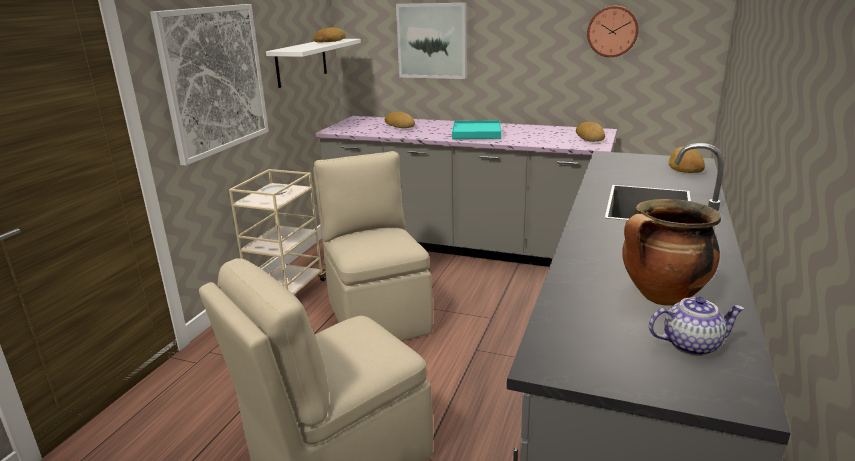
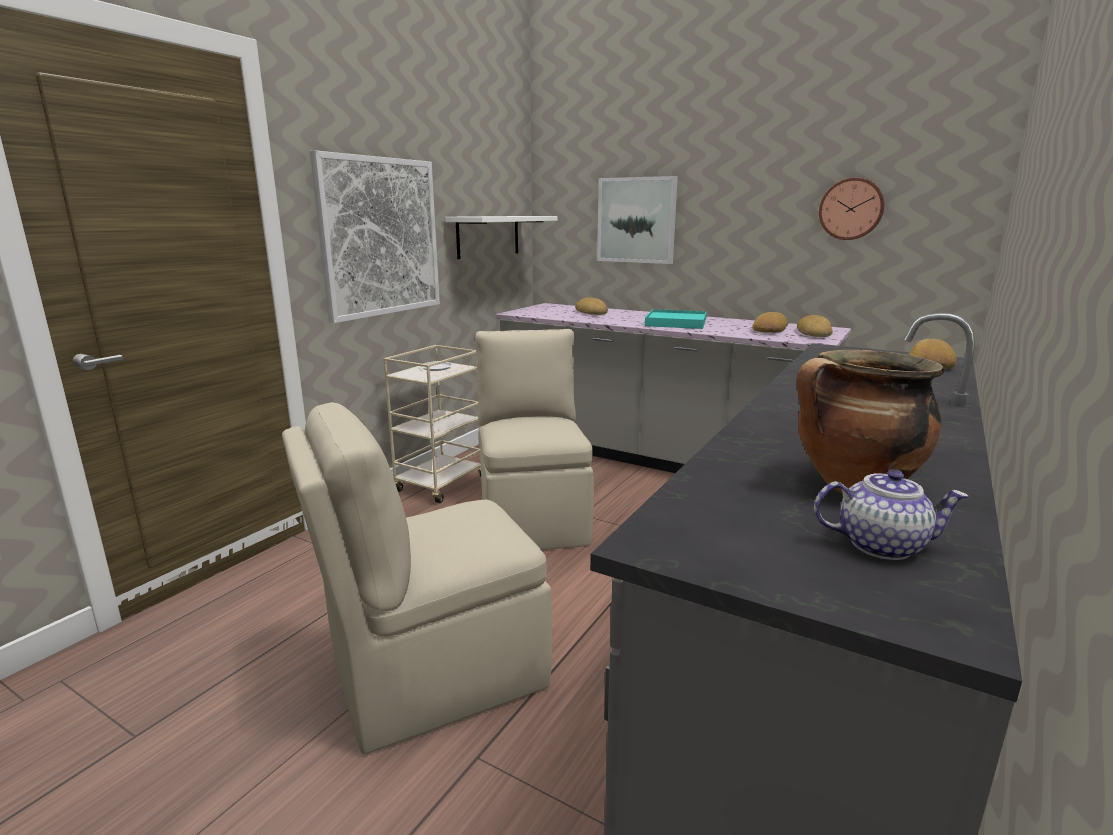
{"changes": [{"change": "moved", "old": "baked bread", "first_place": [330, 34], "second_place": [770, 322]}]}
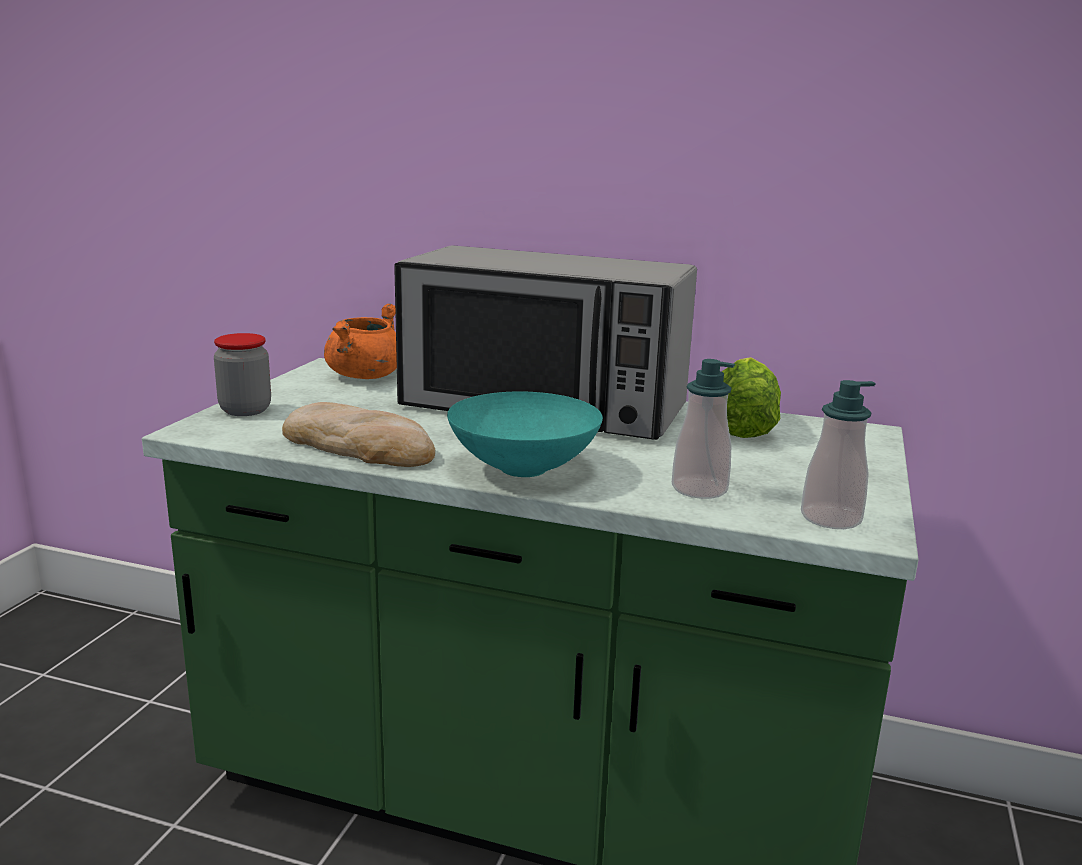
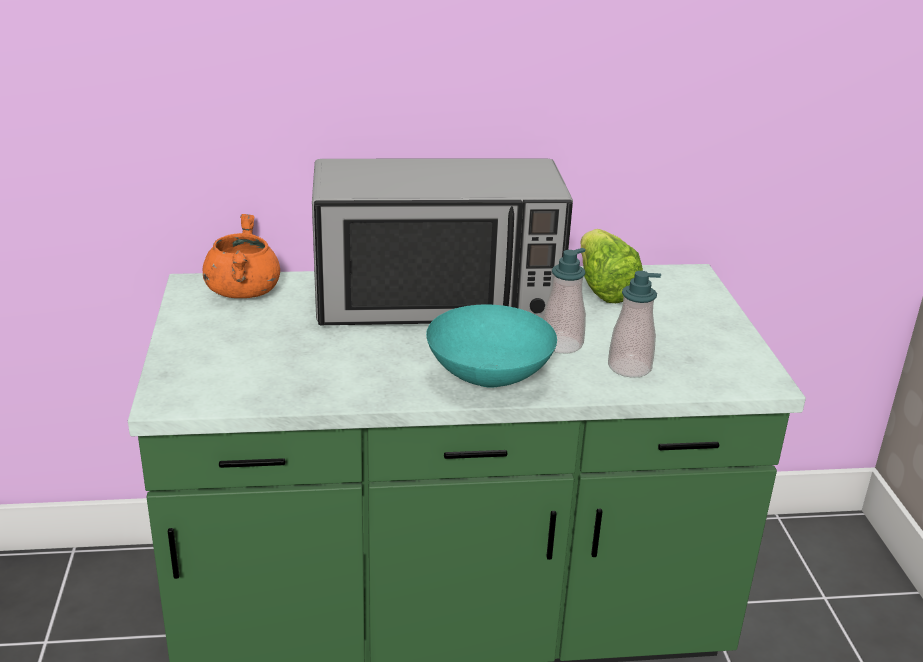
{"changes": [{"change": "removed", "old": "preserve jar", "first_place": [242, 374]}, {"change": "removed", "old": "baked bread", "first_place": [358, 434]}, {"change": "moved", "old": "soap dispenser", "first_place": [838, 454], "second_place": [564, 300]}]}
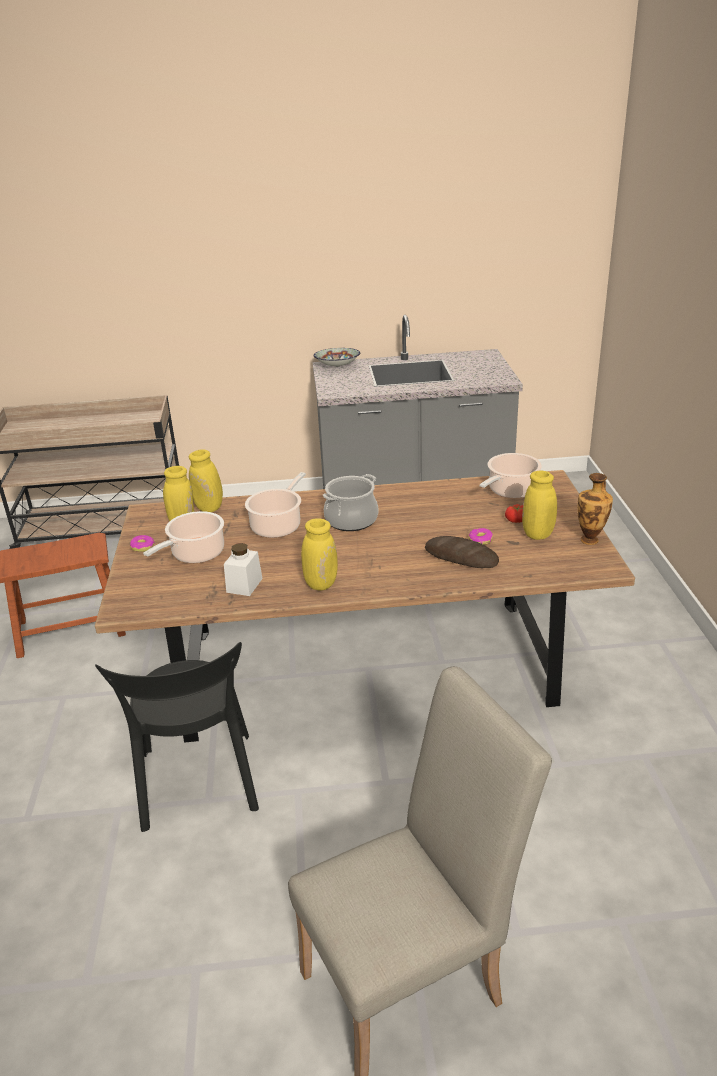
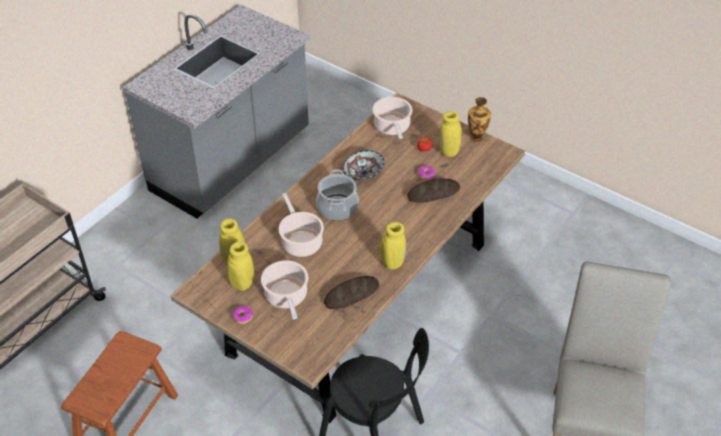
{"changes": [{"change": "replaced", "old": "preserve jar in whitish", "new": "baked bread", "first_place": [243, 569], "second_place": [351, 292]}, {"change": "moved", "old": "bowl", "first_place": [337, 357], "second_place": [363, 165]}]}
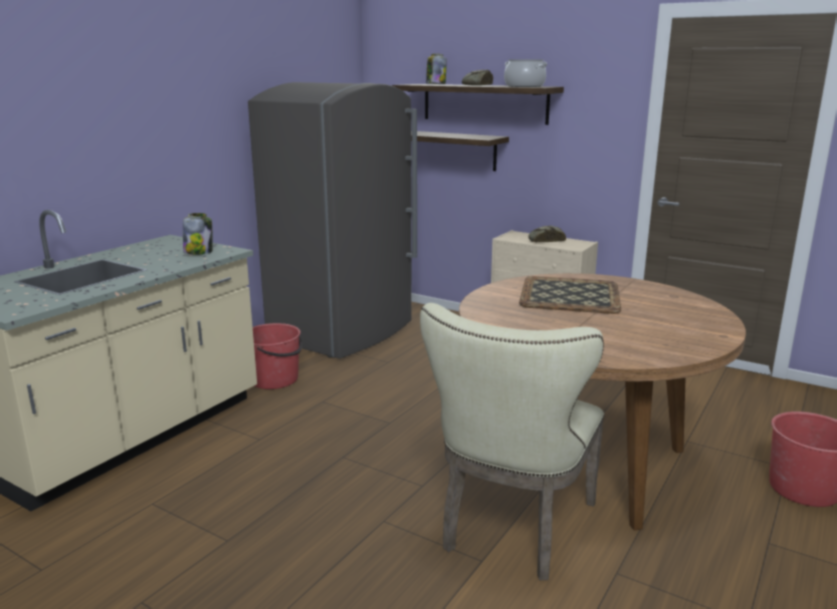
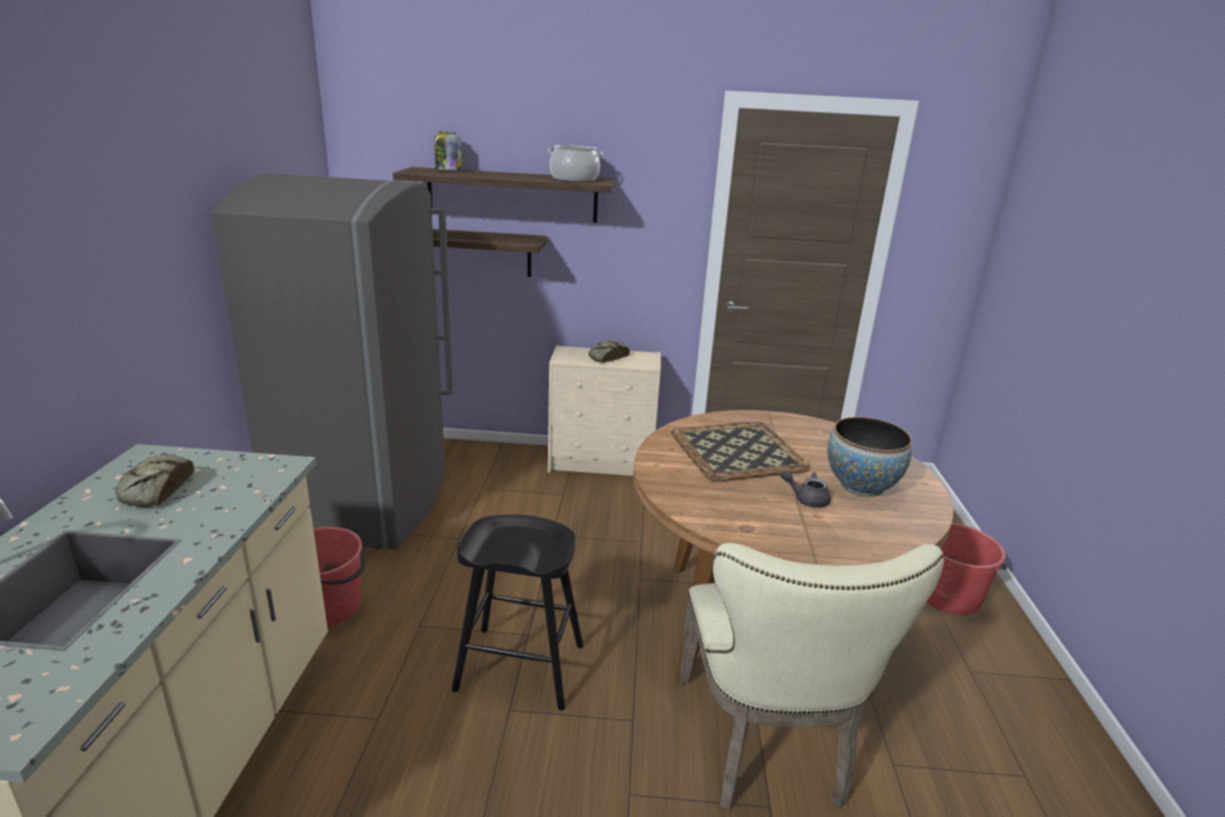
{"changes": [{"change": "removed", "old": "preserve jar", "first_place": [198, 234]}, {"change": "moved", "old": "baked bread", "first_place": [477, 78], "second_place": [155, 480]}, {"change": "added", "new": "stool in black-coloured", "second_place": [517, 613]}, {"change": "added", "new": "pot for tea in gray", "second_place": [806, 488]}, {"change": "added", "new": "bowl", "second_place": [869, 457]}]}
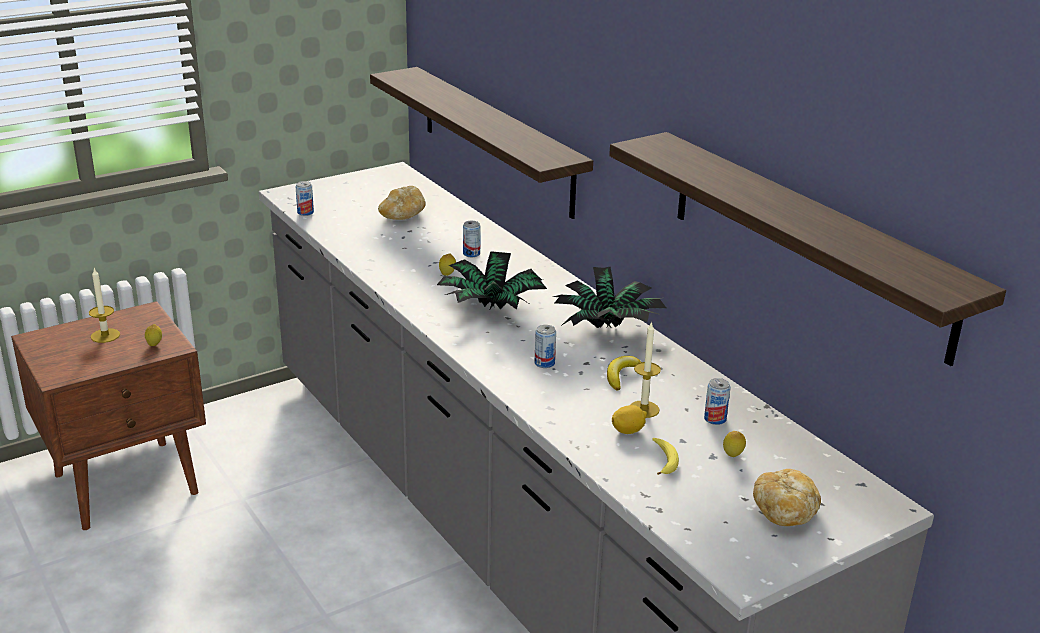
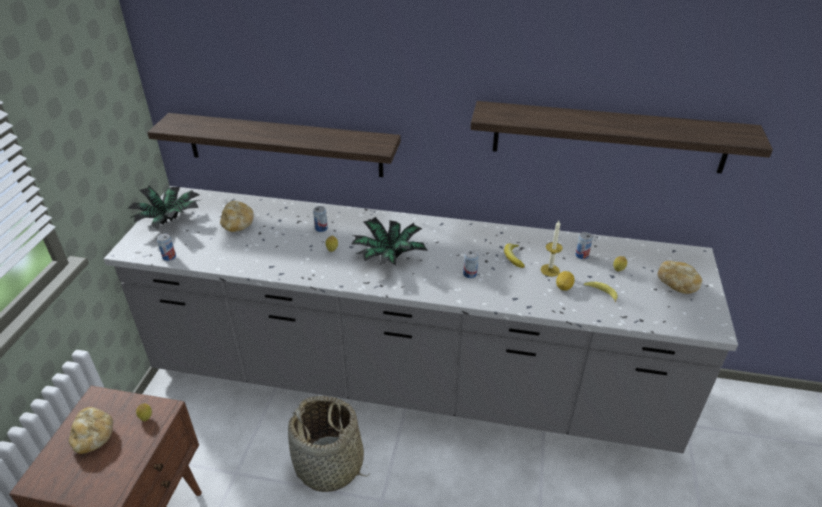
{"changes": [{"change": "replaced", "old": "wax light", "new": "baked bread", "first_place": [104, 305], "second_place": [91, 430]}, {"change": "moved", "old": "houseplant", "first_place": [610, 297], "second_place": [164, 208]}, {"change": "added", "new": "storage basket", "second_place": [328, 444]}]}
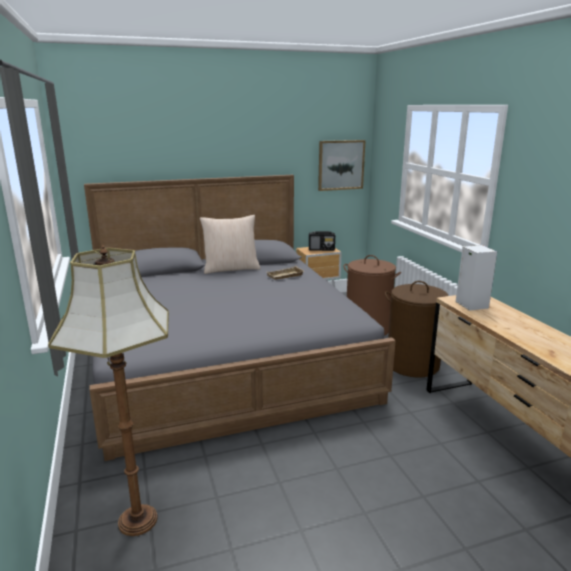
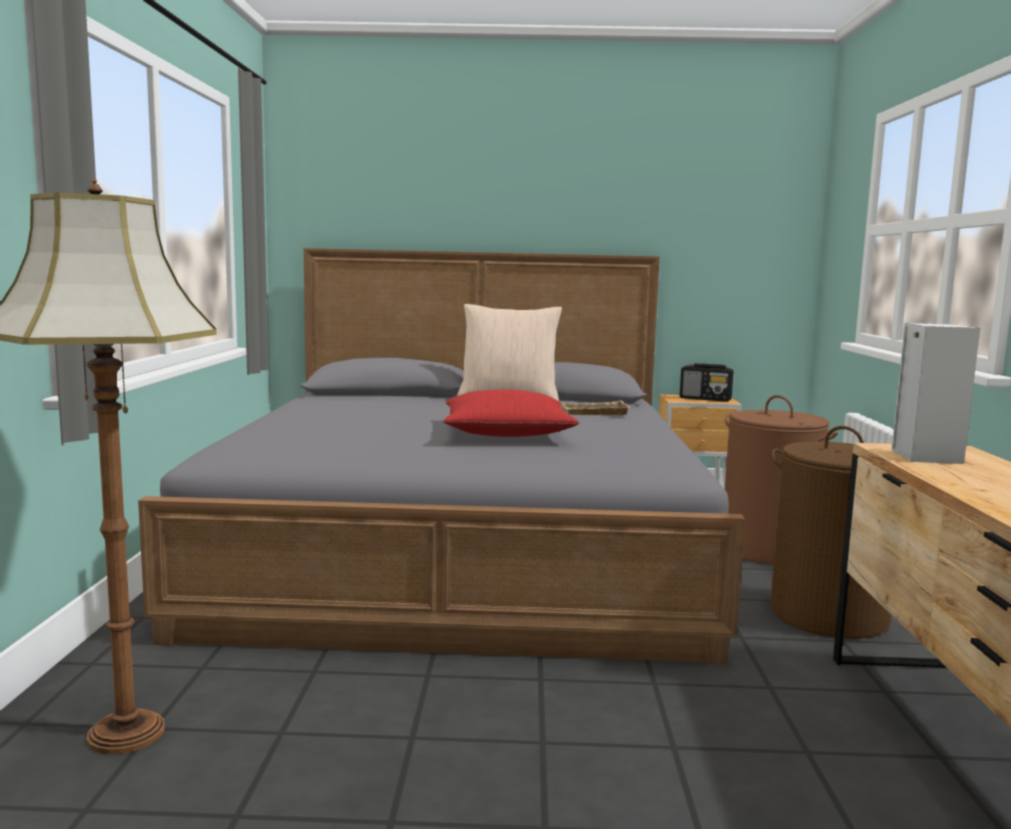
{"changes": [{"change": "removed", "old": "wall picture", "first_place": [342, 165]}, {"change": "added", "new": "cushion in red-coloured", "second_place": [511, 413]}]}
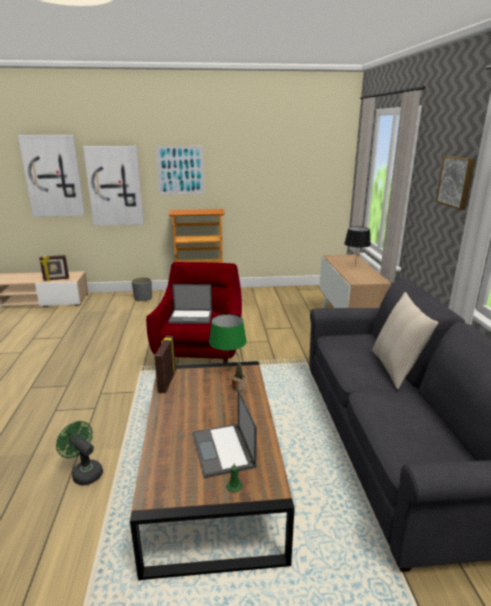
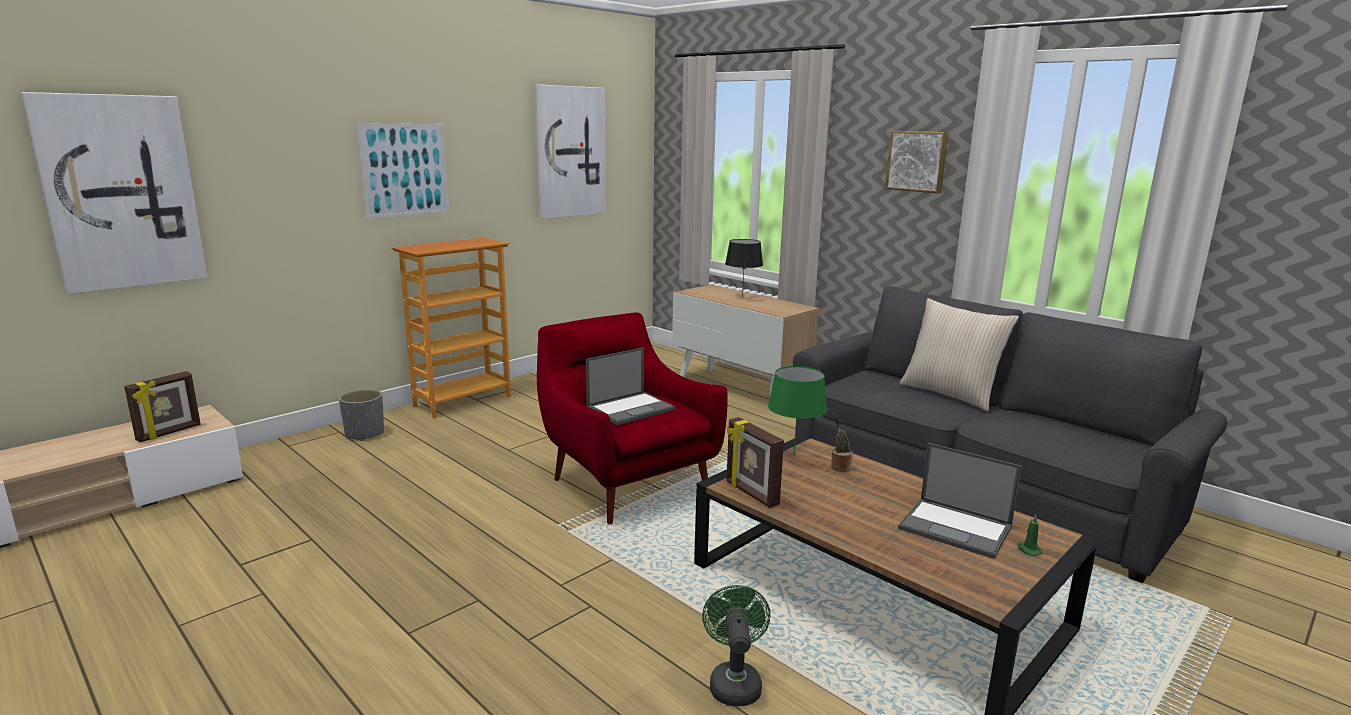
{"changes": [{"change": "turned", "old": "fan in green", "first_place": [79, 453], "second_place": [736, 646], "degrees": 90}, {"change": "moved", "old": "wall picture", "first_place": [113, 186], "second_place": [570, 151]}]}
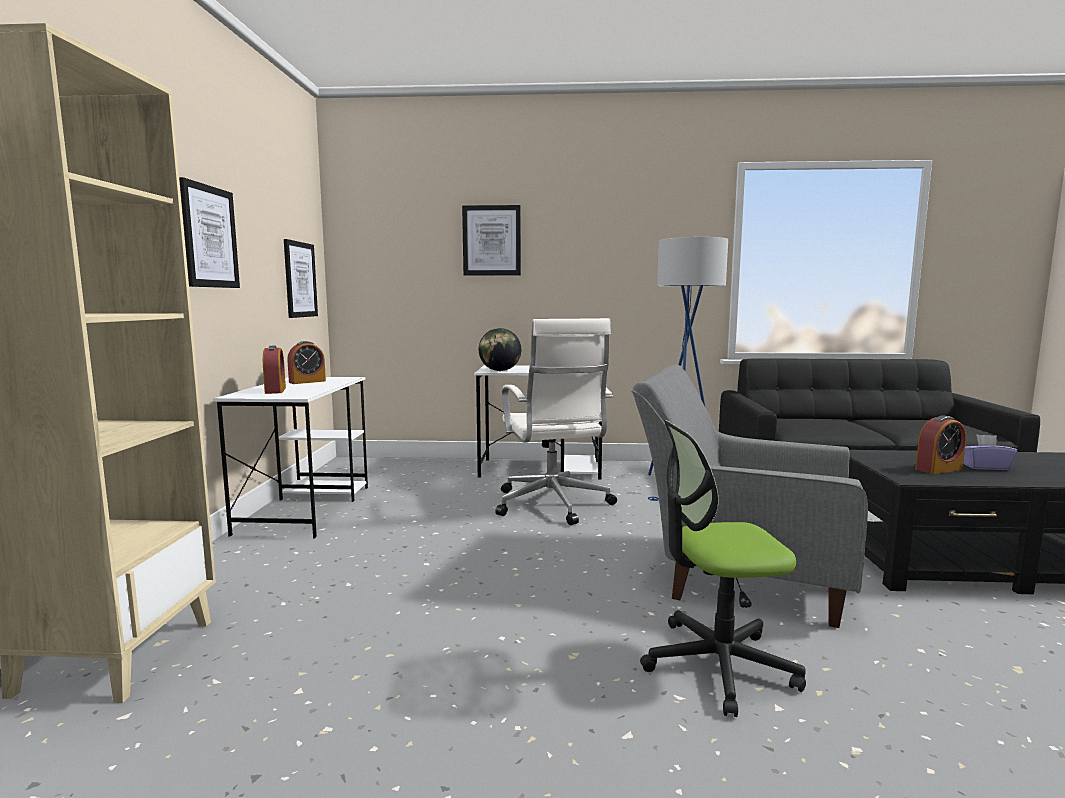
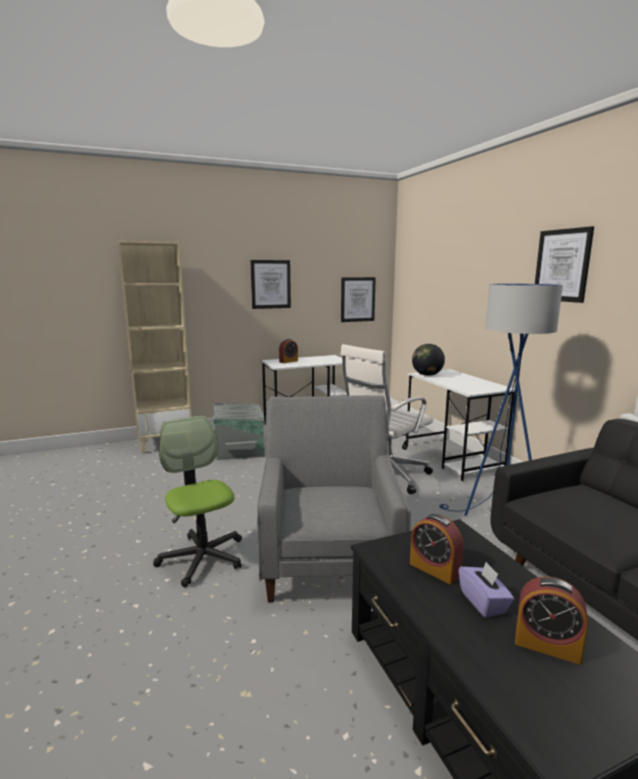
{"changes": [{"change": "moved", "old": "table clock", "first_place": [306, 362], "second_place": [551, 620]}, {"change": "moved", "old": "wall picture", "first_place": [491, 240], "second_place": [564, 264]}, {"change": "added", "new": "storage container in gray", "second_place": [239, 431]}]}
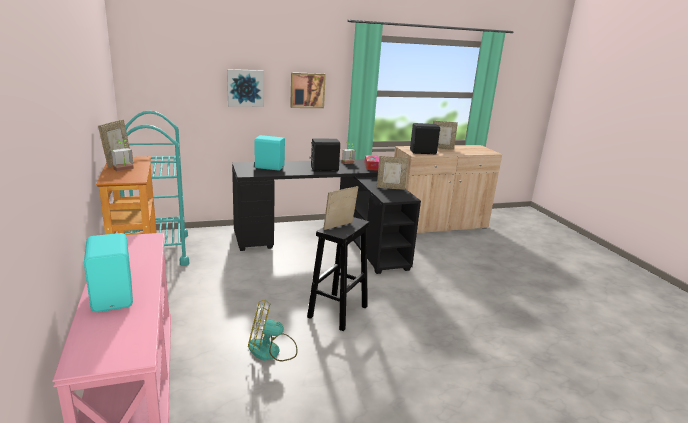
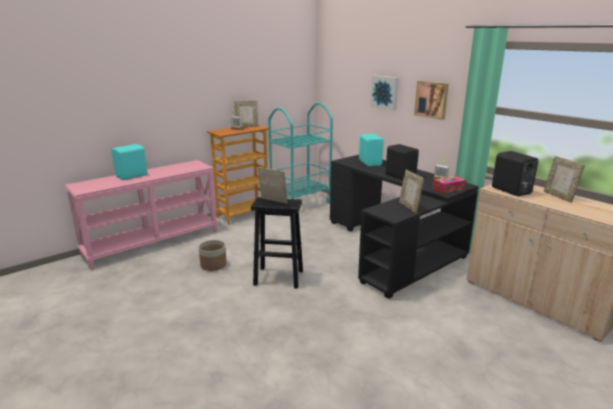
{"changes": [{"change": "replaced", "old": "fan", "new": "planter", "first_place": [273, 330], "second_place": [213, 255]}]}
